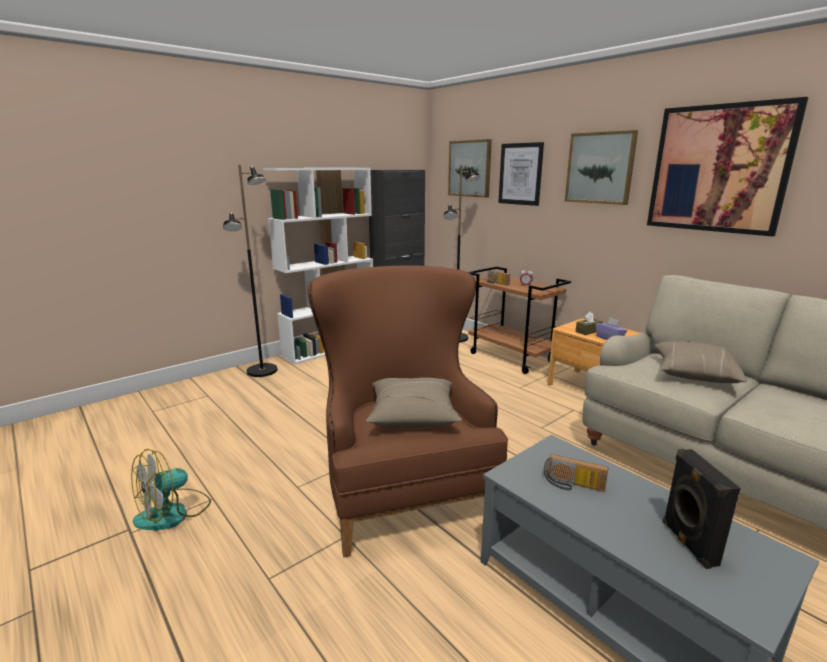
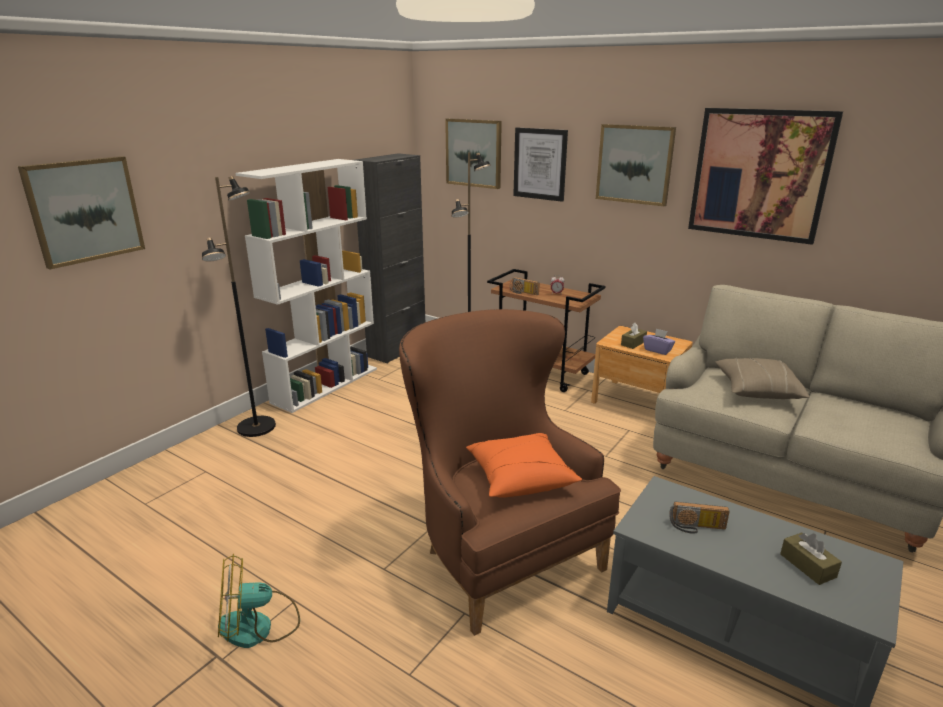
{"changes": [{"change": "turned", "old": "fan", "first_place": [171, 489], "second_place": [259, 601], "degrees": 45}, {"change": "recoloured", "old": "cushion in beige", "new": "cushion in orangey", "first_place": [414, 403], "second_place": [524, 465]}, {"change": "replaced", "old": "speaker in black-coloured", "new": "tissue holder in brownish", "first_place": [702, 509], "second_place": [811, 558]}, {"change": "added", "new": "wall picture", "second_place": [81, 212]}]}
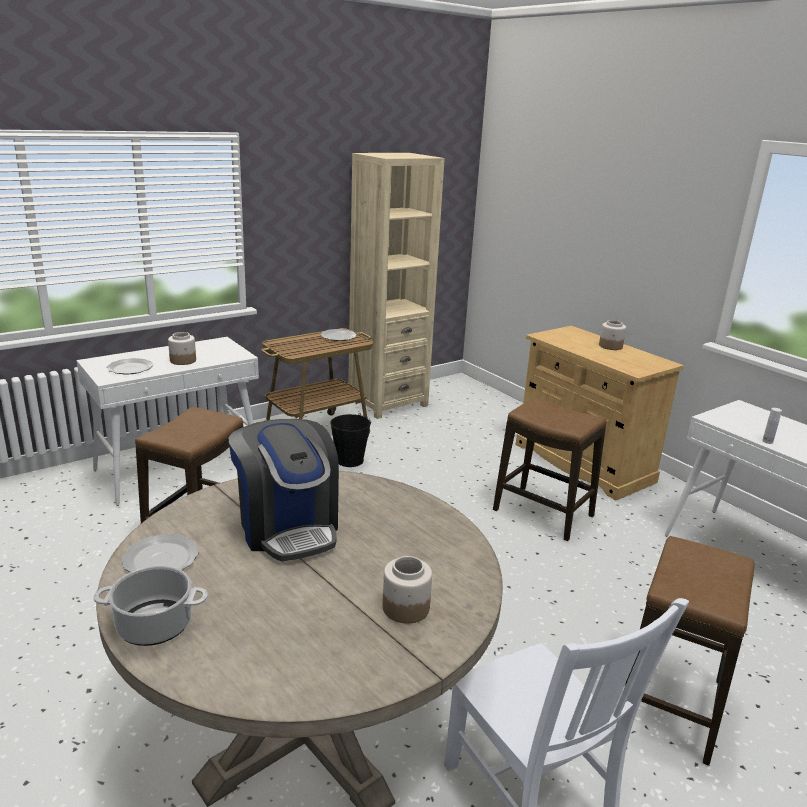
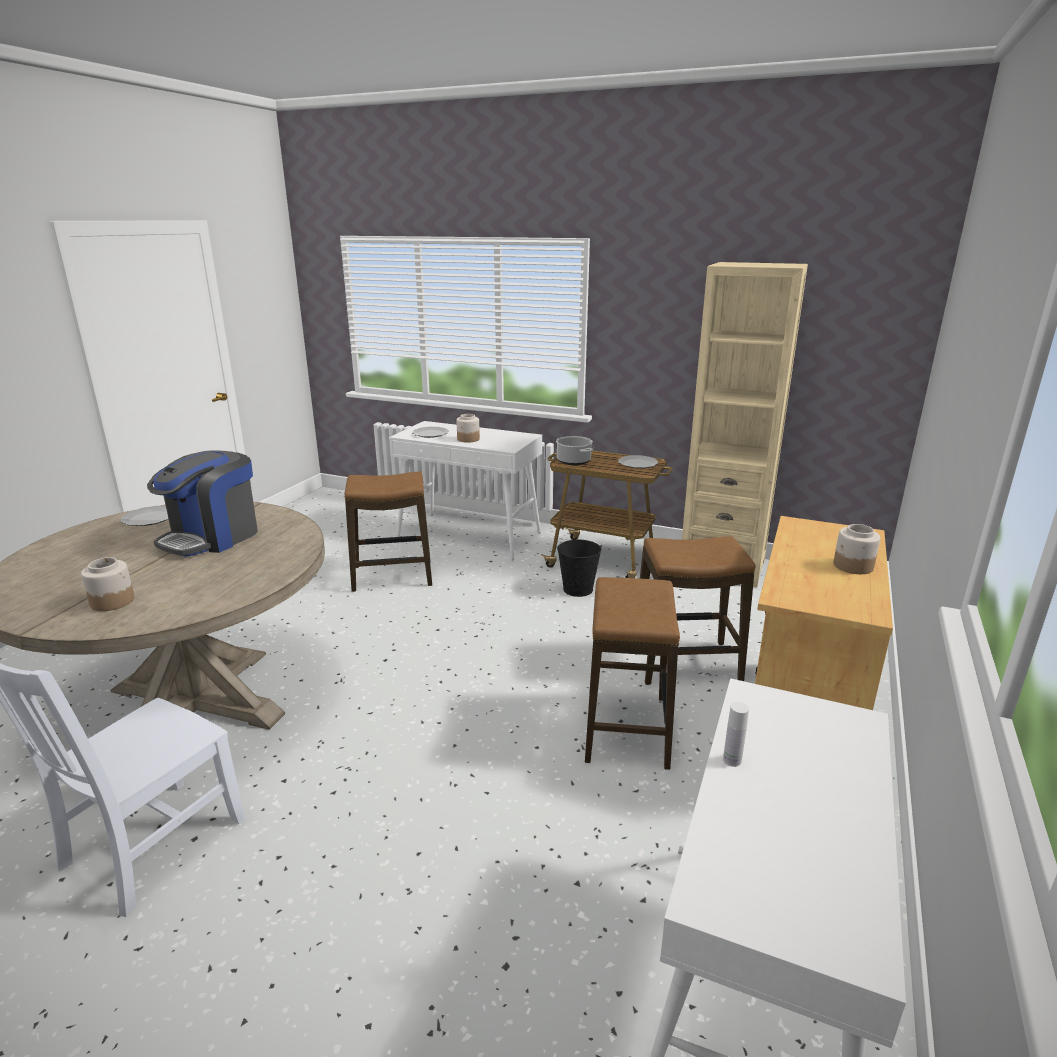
{"changes": [{"change": "moved", "old": "cooking pot", "first_place": [150, 606], "second_place": [574, 450]}, {"change": "moved", "old": "stool", "first_place": [690, 651], "second_place": [697, 610]}]}
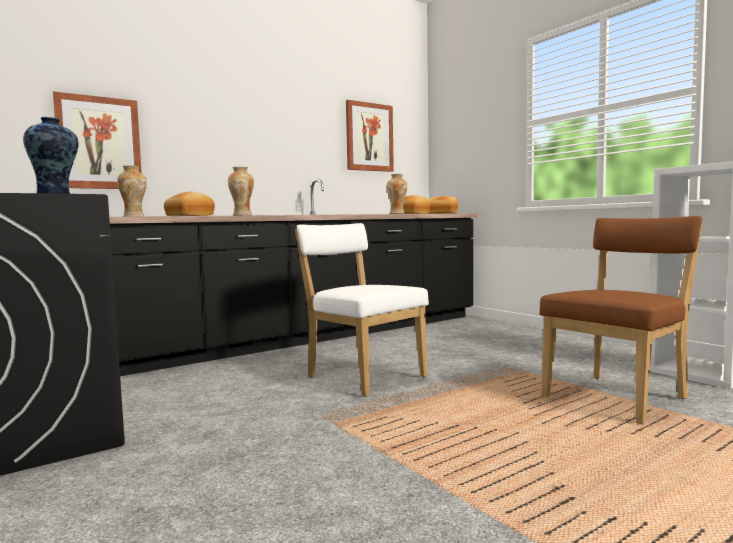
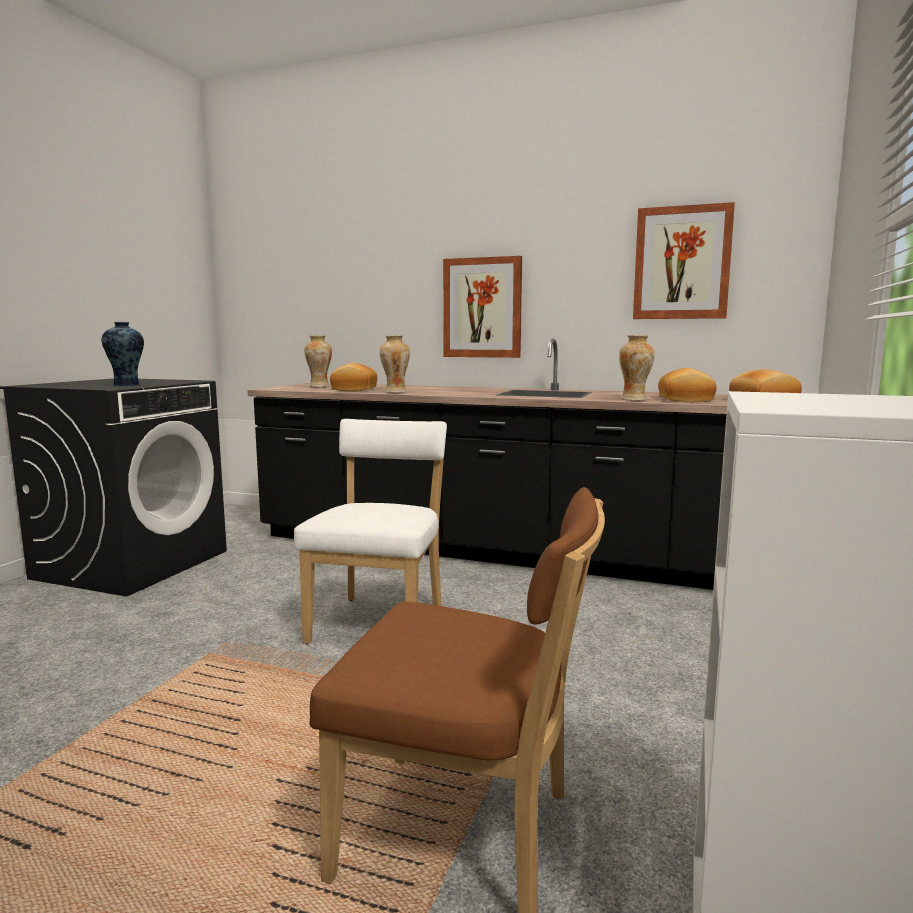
{"changes": [{"change": "moved", "old": "wall picture", "first_place": [97, 140], "second_place": [482, 307]}]}
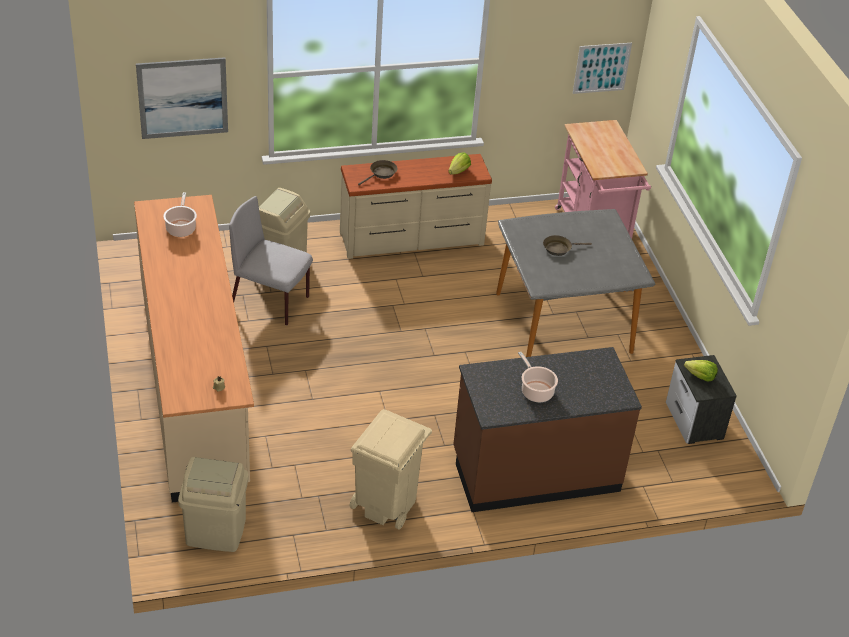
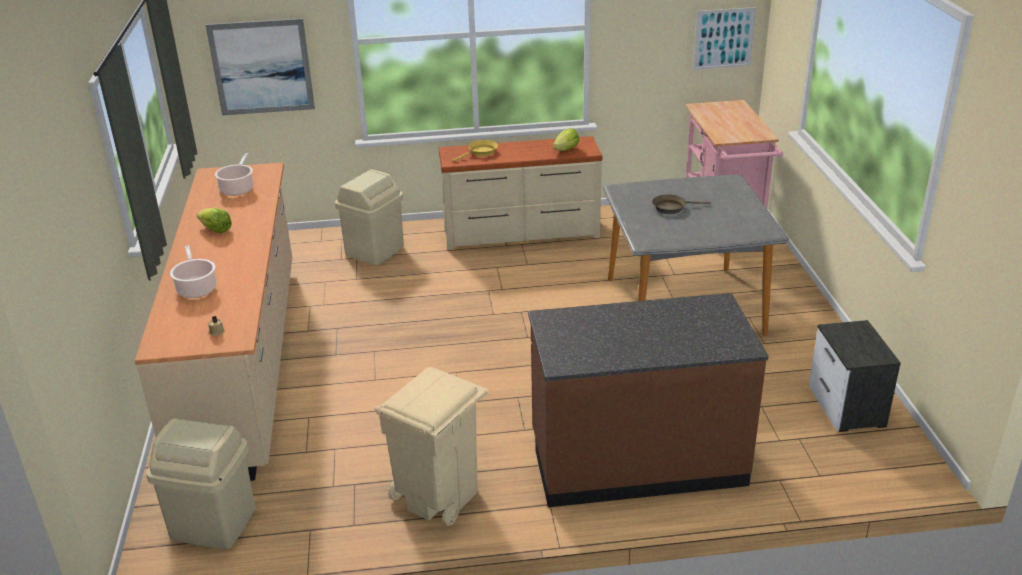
{"changes": [{"change": "removed", "old": "upright chair in gray", "first_place": [271, 260]}, {"change": "recoloured", "old": "frying pan in brownish", "new": "frying pan in yellowish", "first_place": [378, 172], "second_place": [475, 151]}, {"change": "moved", "old": "cooking pot", "first_place": [538, 377], "second_place": [193, 271]}, {"change": "moved", "old": "lettuce", "first_place": [701, 371], "second_place": [214, 220]}]}
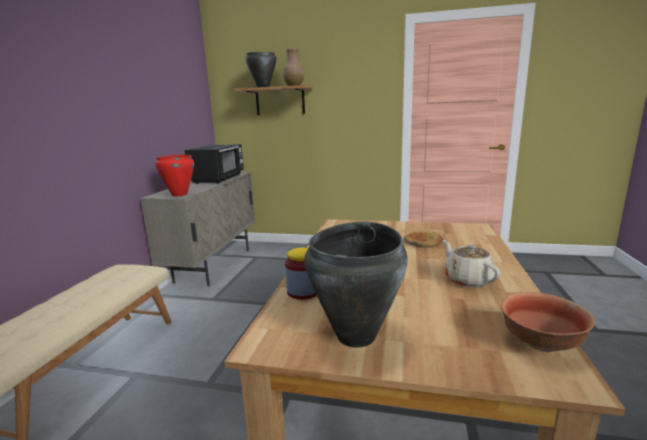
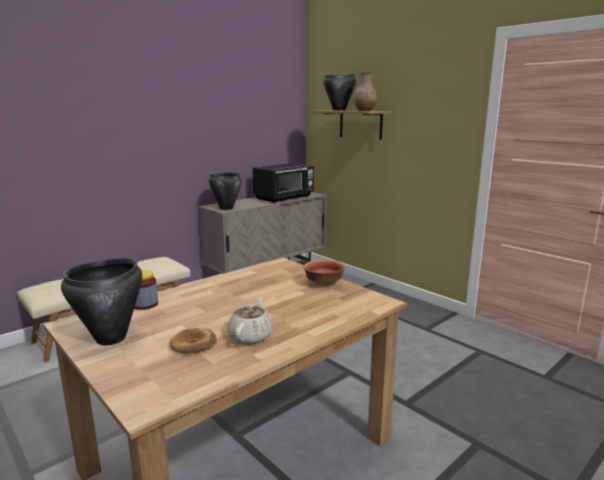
{"changes": [{"change": "recoloured", "old": "cooking pot in red-coloured", "new": "cooking pot in black-coloured", "first_place": [174, 175], "second_place": [225, 191]}, {"change": "moved", "old": "baked bread", "first_place": [423, 239], "second_place": [193, 341]}, {"change": "moved", "old": "bowl", "first_place": [548, 322], "second_place": [324, 273]}]}
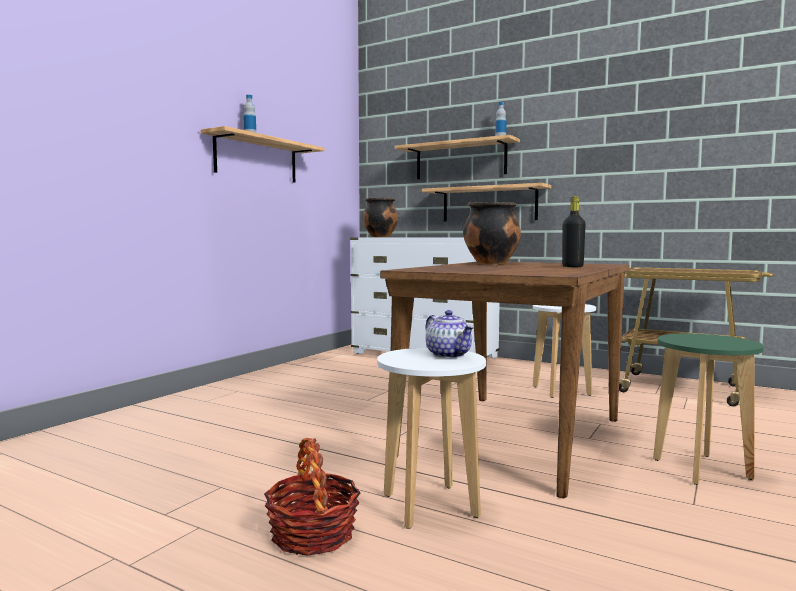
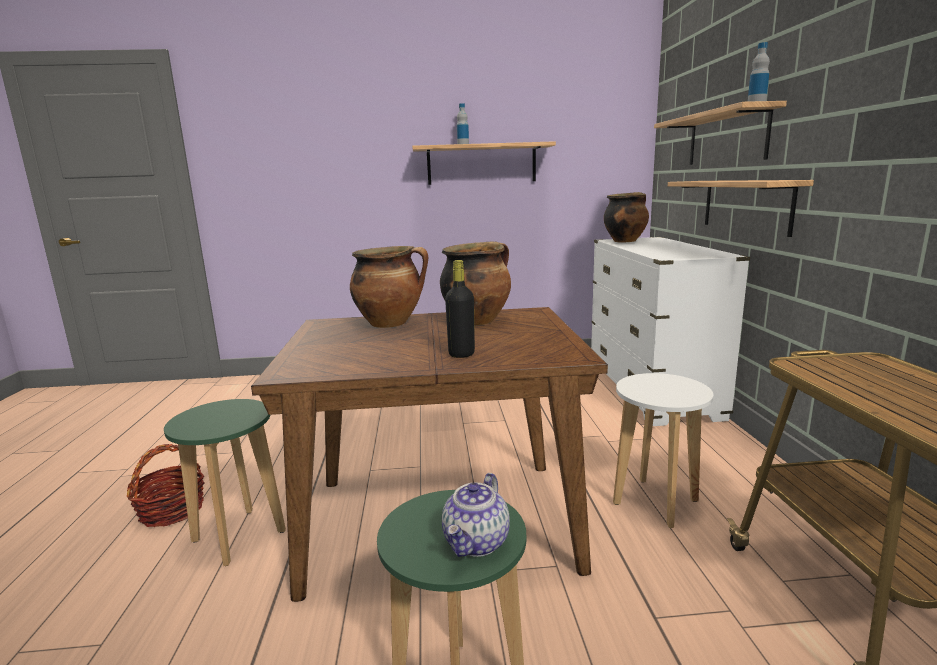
{"changes": [{"change": "recoloured", "old": "stool in whitish", "new": "stool in green", "first_place": [431, 438], "second_place": [225, 482]}, {"change": "moved", "old": "pot for tea", "first_place": [449, 334], "second_place": [476, 515]}, {"change": "added", "new": "cooking pot", "second_place": [389, 287]}]}
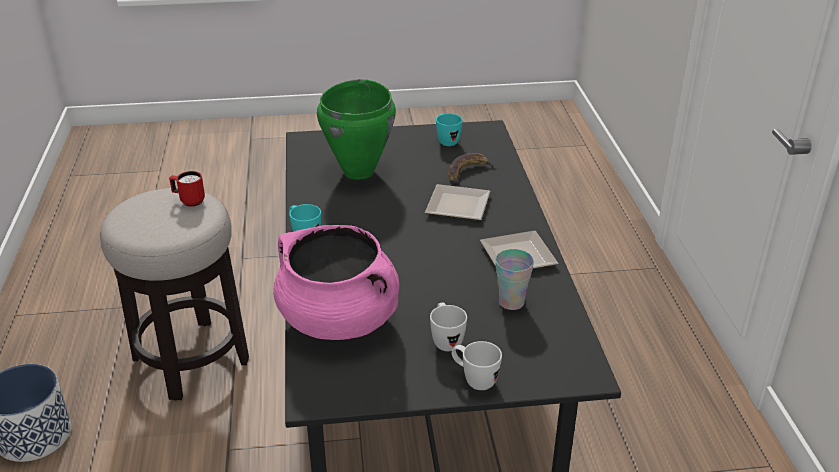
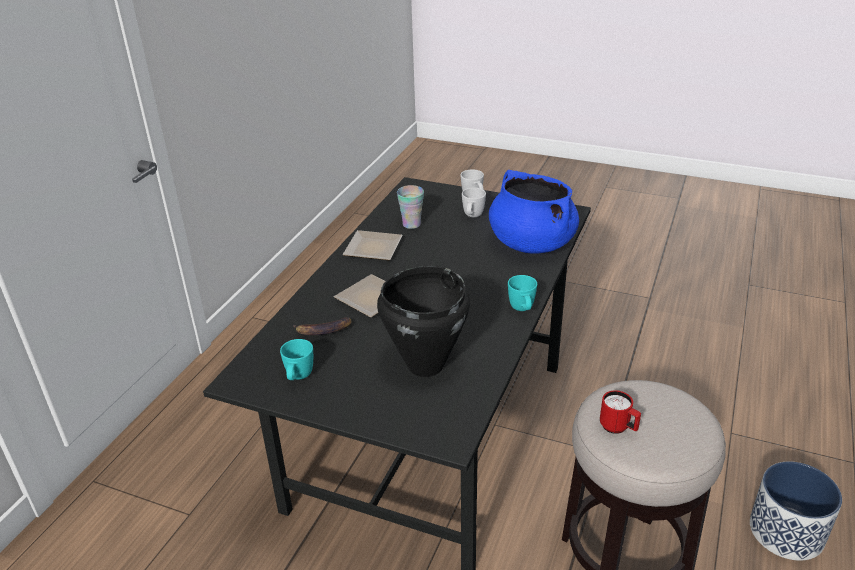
{"changes": [{"change": "recoloured", "old": "cooking pot in pinkish", "new": "cooking pot in blue-coloured", "first_place": [336, 282], "second_place": [534, 212]}, {"change": "recoloured", "old": "cooking pot in green", "new": "cooking pot in black-coloured", "first_place": [356, 129], "second_place": [423, 321]}]}
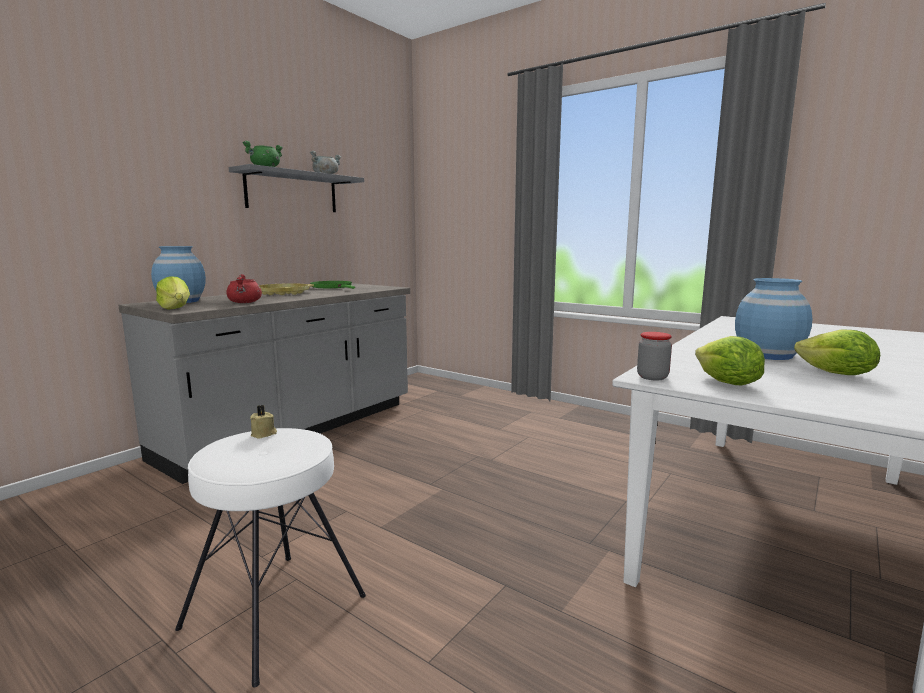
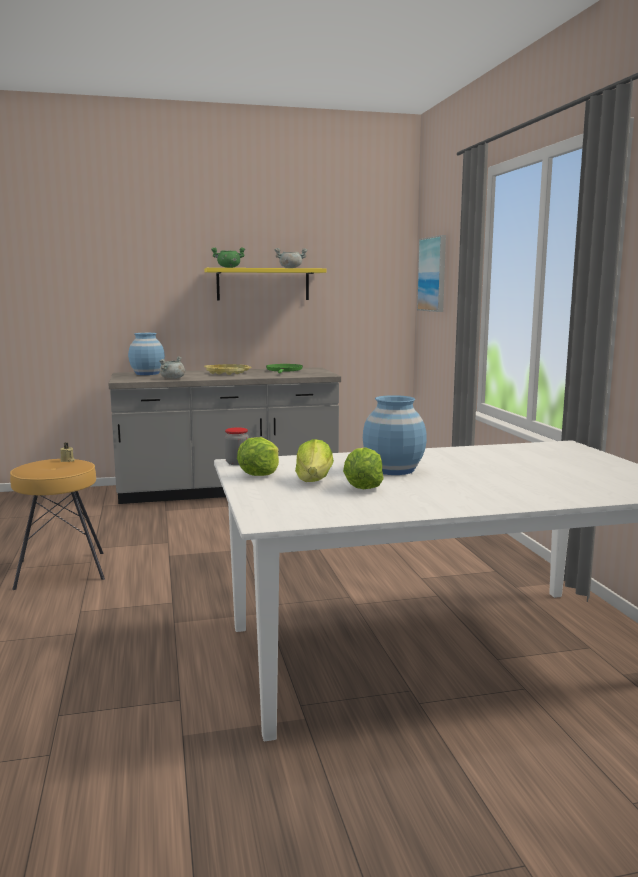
{"changes": [{"change": "moved", "old": "lettuce", "first_place": [173, 293], "second_place": [314, 460]}, {"change": "recoloured", "old": "stool in whitish", "new": "stool in brownish", "first_place": [270, 558], "second_place": [57, 524]}, {"change": "recoloured", "old": "cooking pot in red-coloured", "new": "cooking pot in gray", "first_place": [244, 288], "second_place": [172, 367]}, {"change": "recoloured", "old": "wall shelf in gray", "new": "wall shelf in yellowish", "first_place": [296, 188], "second_place": [265, 284]}, {"change": "added", "new": "wall picture", "second_place": [431, 273]}]}
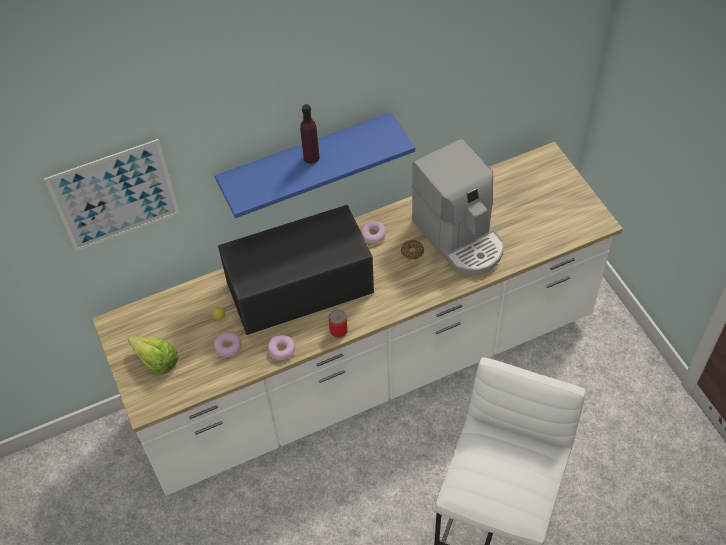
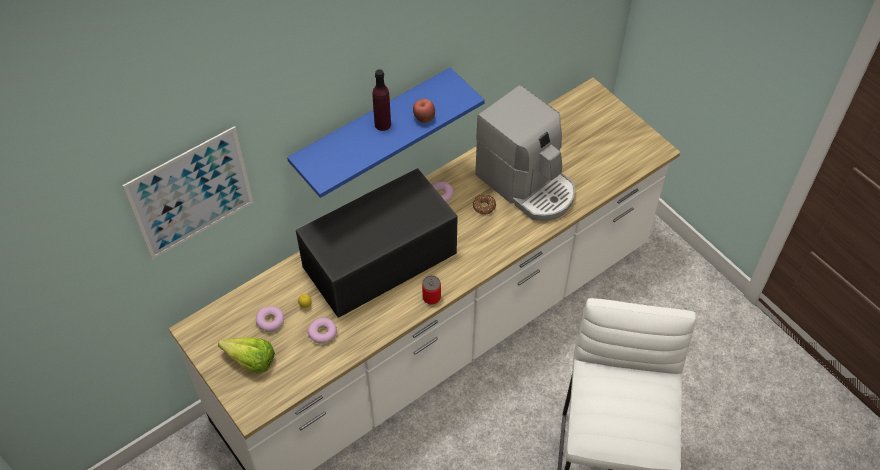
{"changes": [{"change": "moved", "old": "doughnut", "first_place": [281, 347], "second_place": [270, 319]}, {"change": "added", "new": "whole apple", "second_place": [424, 111]}]}
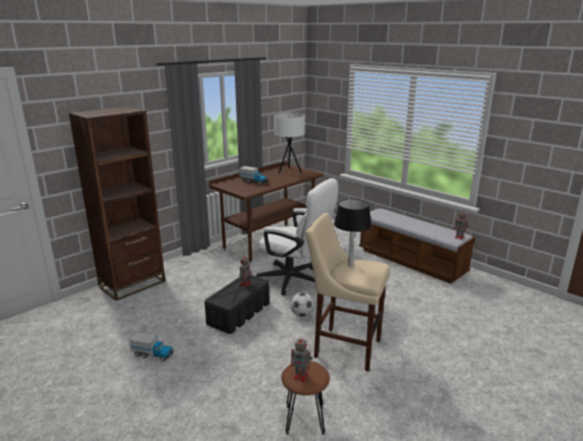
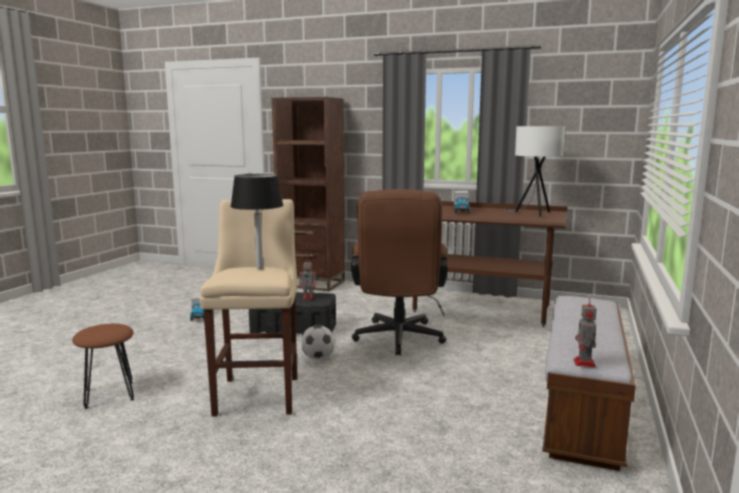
{"changes": [{"change": "recoloured", "old": "desk chair in whitish", "new": "desk chair in brownish", "first_place": [297, 237], "second_place": [399, 272]}, {"change": "removed", "old": "robot figure", "first_place": [301, 358]}]}
